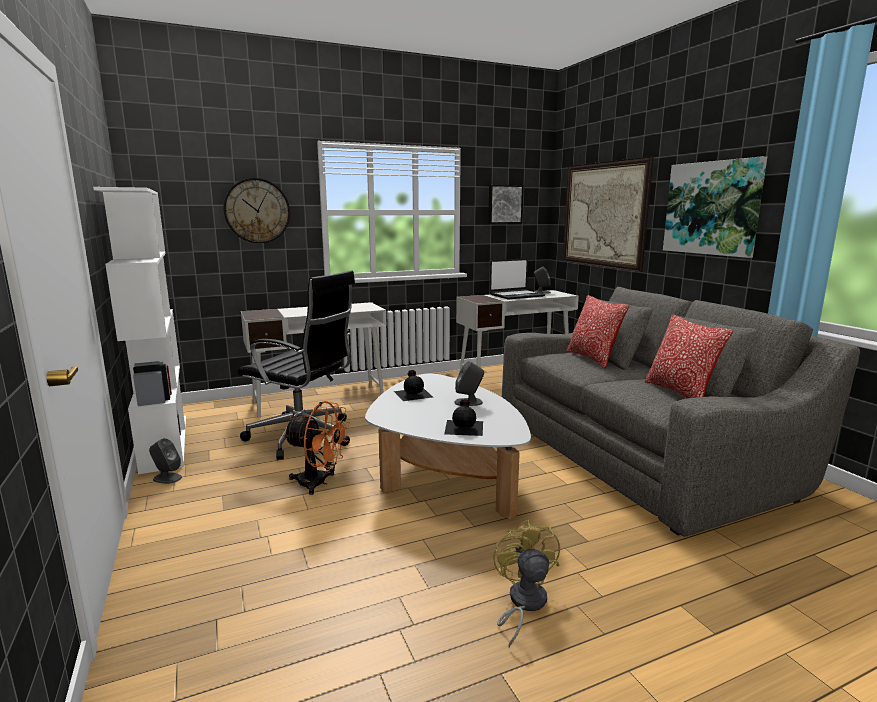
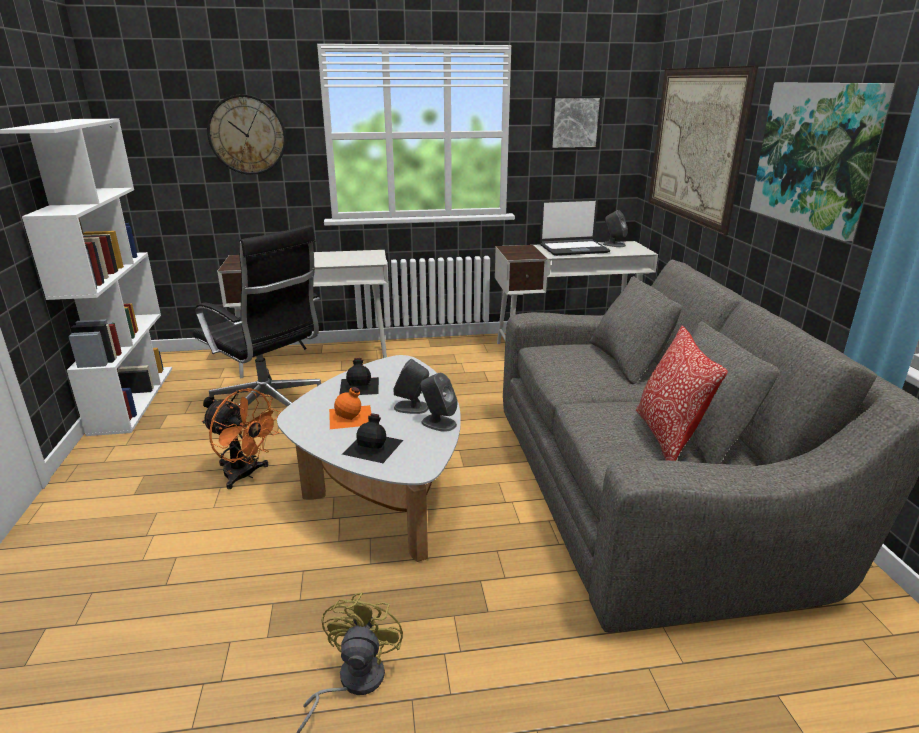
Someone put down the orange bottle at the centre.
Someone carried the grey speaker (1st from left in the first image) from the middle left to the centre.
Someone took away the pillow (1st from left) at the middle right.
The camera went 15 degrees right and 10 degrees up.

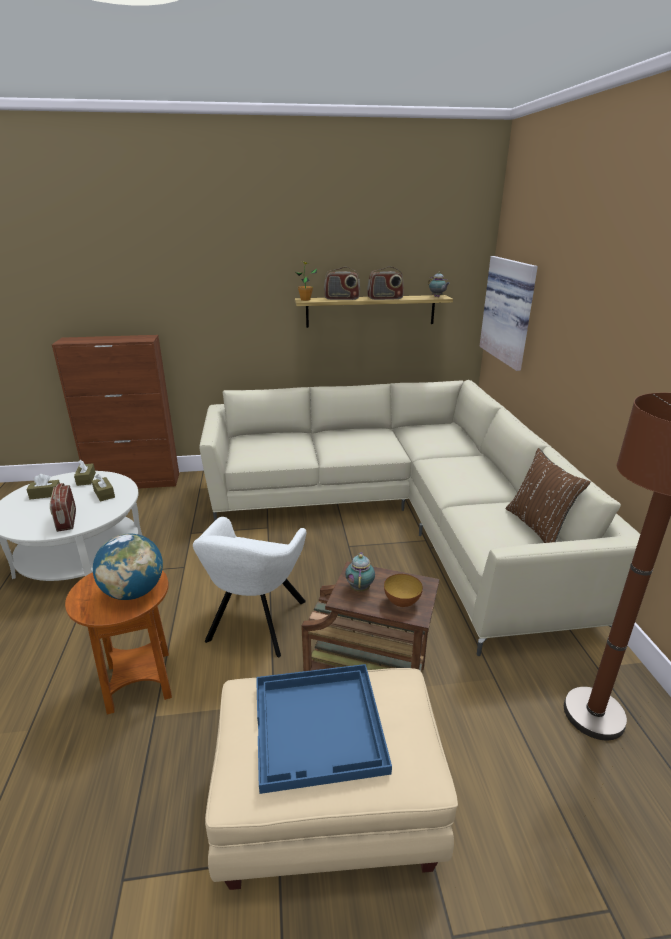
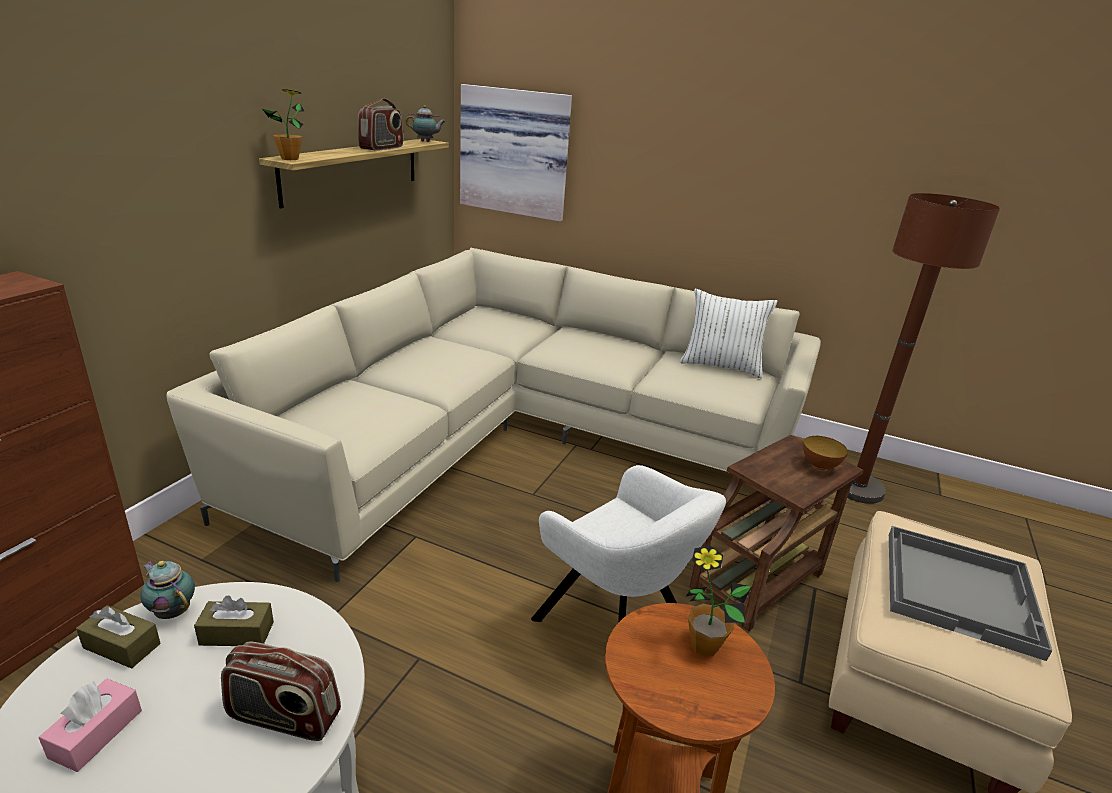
Someone repainted the brown tissue box (1st from left) at the middle left, which became the pink tissue box at the bottom left.
Someone carried the teapot (1st from left) from the centre to the bottom left.
Someone repainted the brown pillow at the middle right, which became the white pillow at the centre.
Someone swapped the globe at the middle left for the potted plant (2nd from left) at the bottom centre.
Someone repainted the blue tray at the bottom centre, which became the grey tray at the bottom right.
Someone took away the radio (2nd from left) at the top centre.
The camera went 60 degrees left and 0 degrees up.

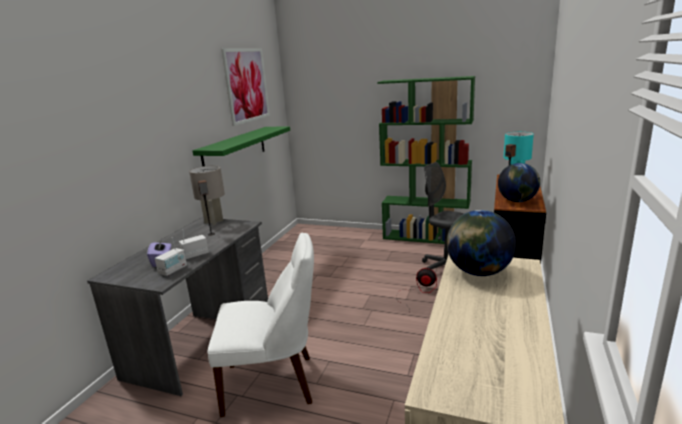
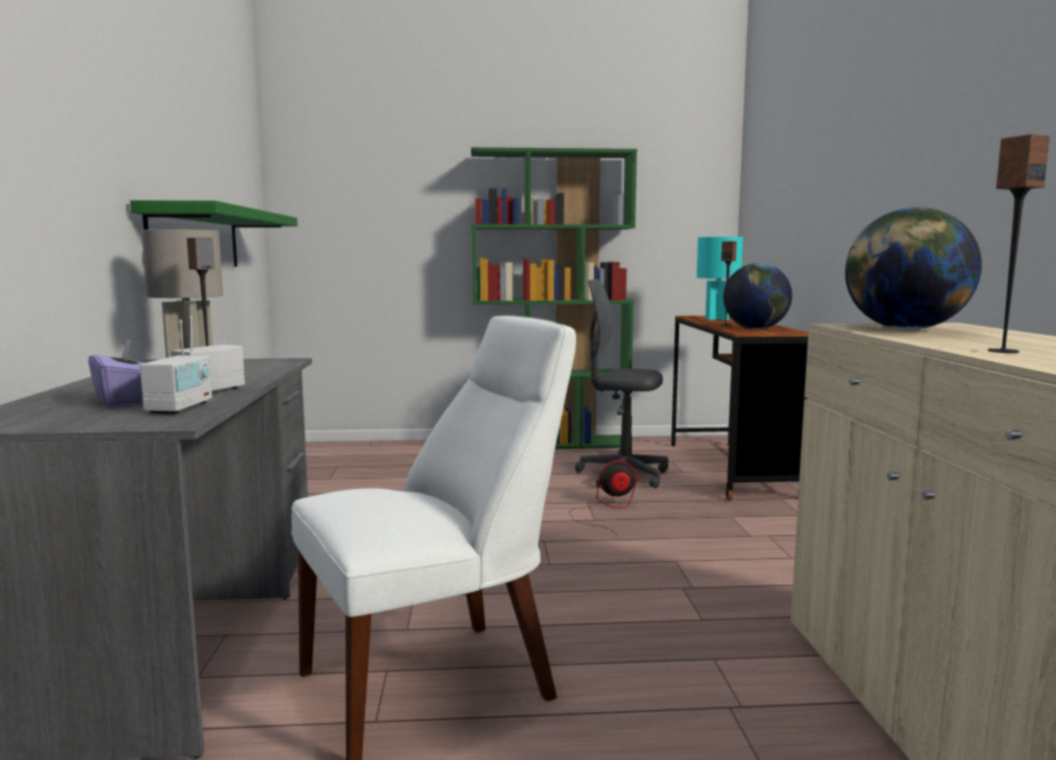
Someone put down the speaker (3rd from left) at the top right.
Someone took away the picture at the top centre.
The camera went 25 degrees left and 10 degrees down.

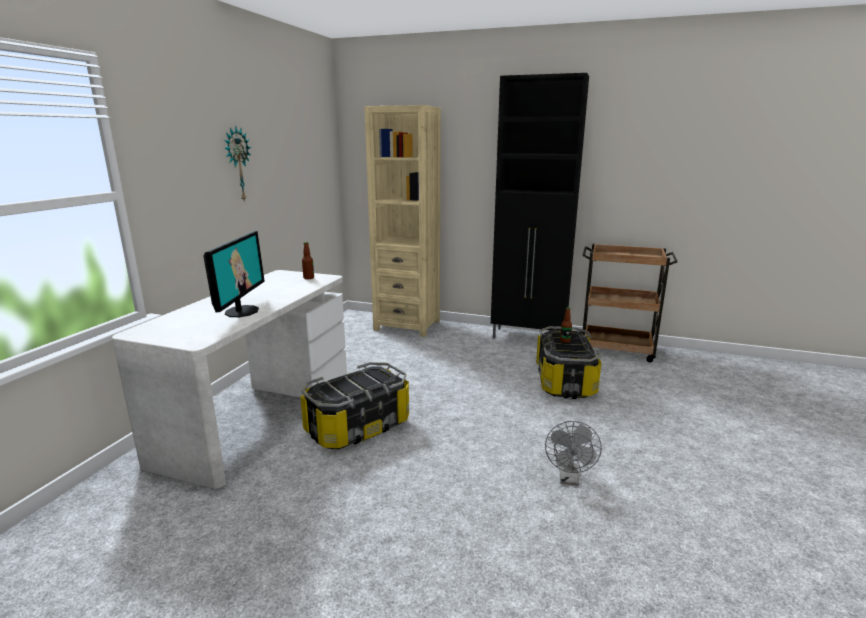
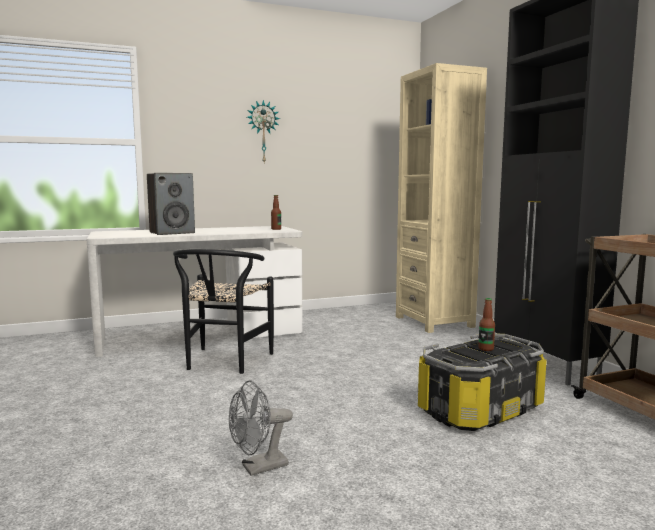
Someone swapped the monitor at the middle left for the speaker at the middle left.
Someone swapped the storage box (1st from left) at the centre for the black chair at the centre.
The camera went 50 degrees right and 10 degrees down.

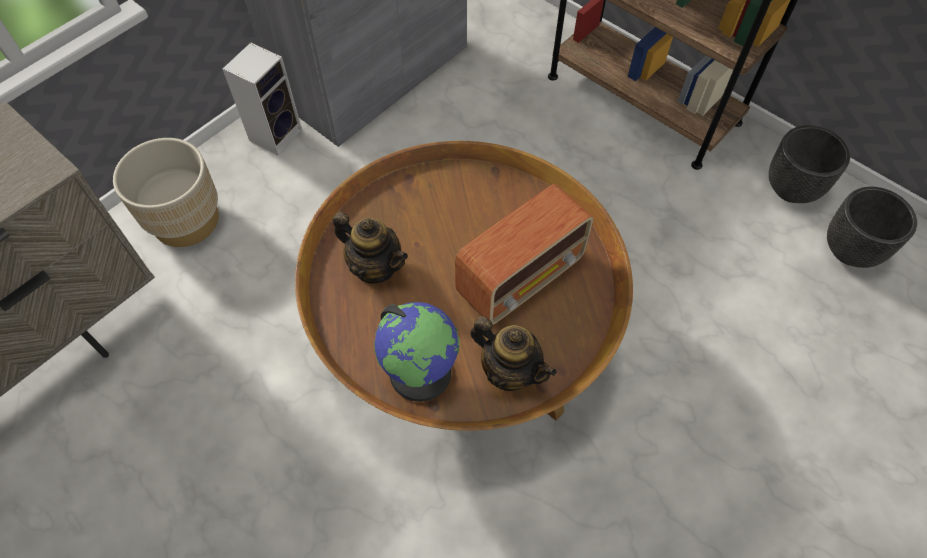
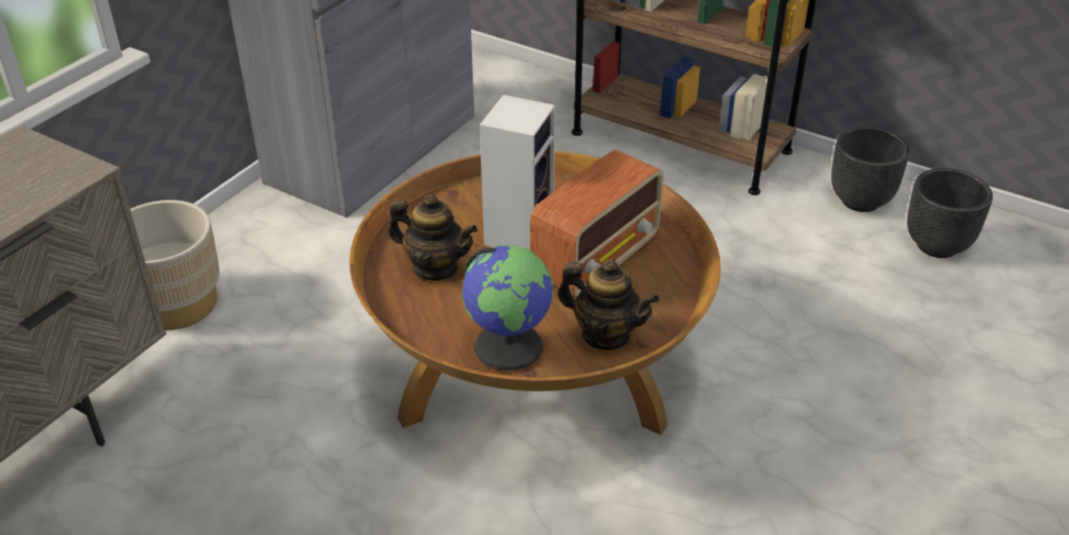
Someone carried the speaker from the top left to the top centre.
The camera went 10 degrees left and 20 degrees down.

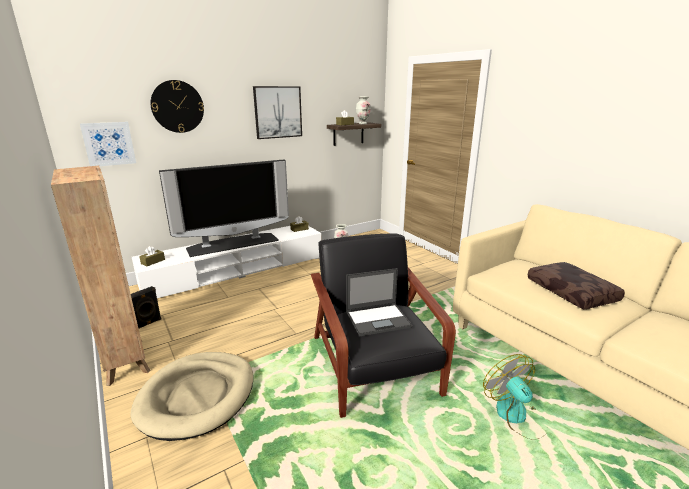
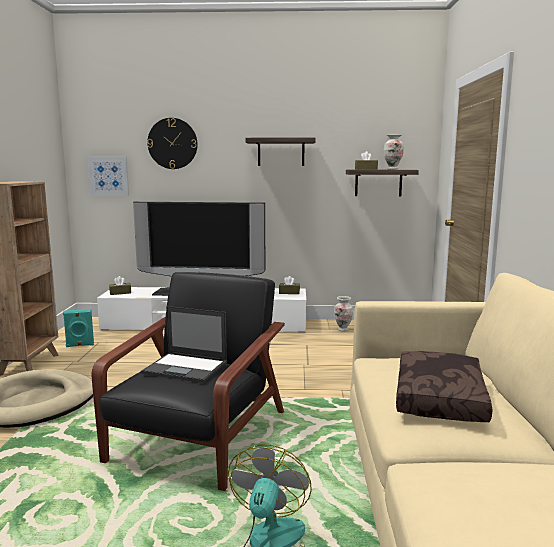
Someone repainted the black speaker at the middle left, which became the turquoise speaker at the middle left.
Someone swapped the picture (2nd from left) at the top centre for the shelf (1st from left) at the top centre.
The camera went 35 degrees right and 10 degrees down.

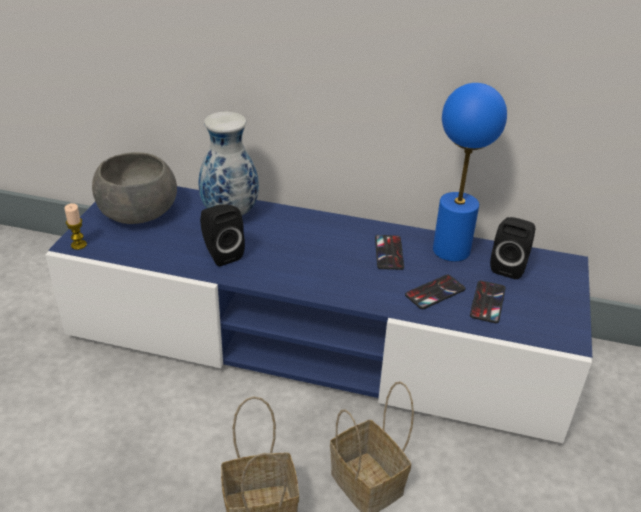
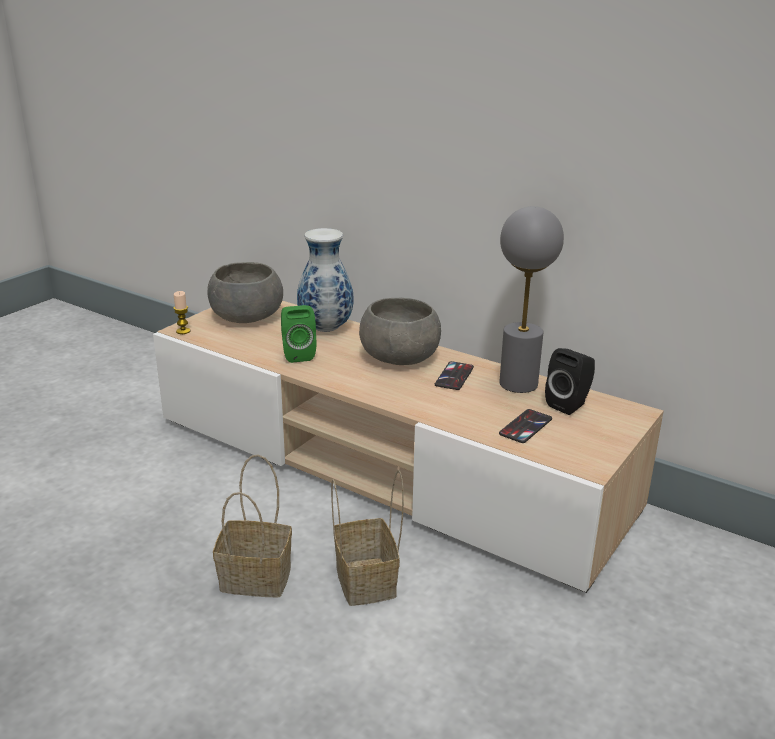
Someone repainted the blue tv stand at the centre, which became the beige tv stand at the centre.
Someone repainted the black speaker (1st from left) at the centre, which became the green speaker at the centre.
Someone put down the grey bowl (2nd from left) at the centre.
Someone repainted the blue table lamp at the middle right, which became the grey table lamp at the middle right.
Someone took away the phone (2nd from left) at the middle right.
The camera went 20 degrees right and 10 degrees down.

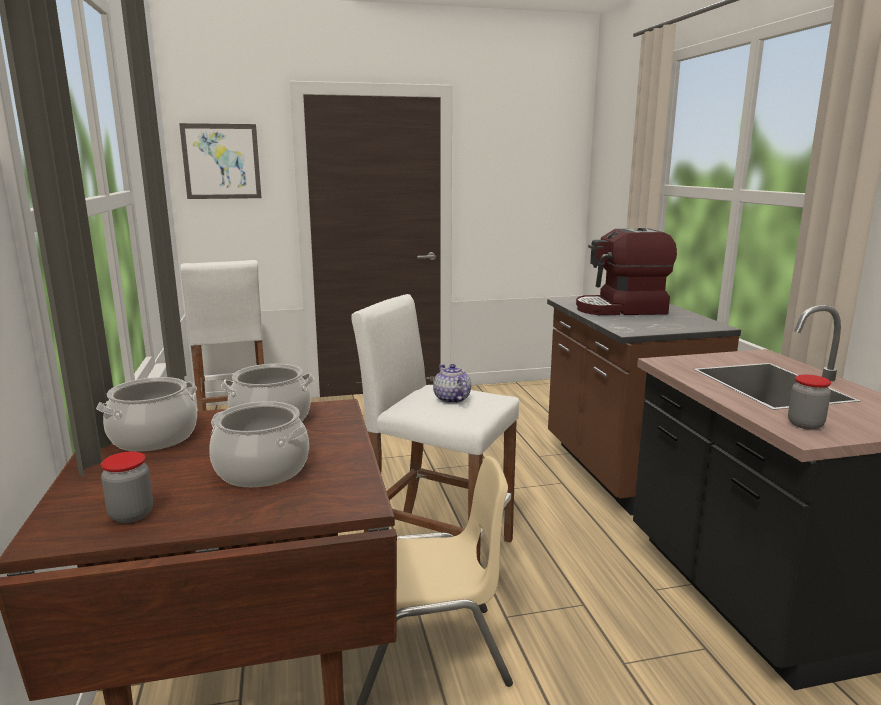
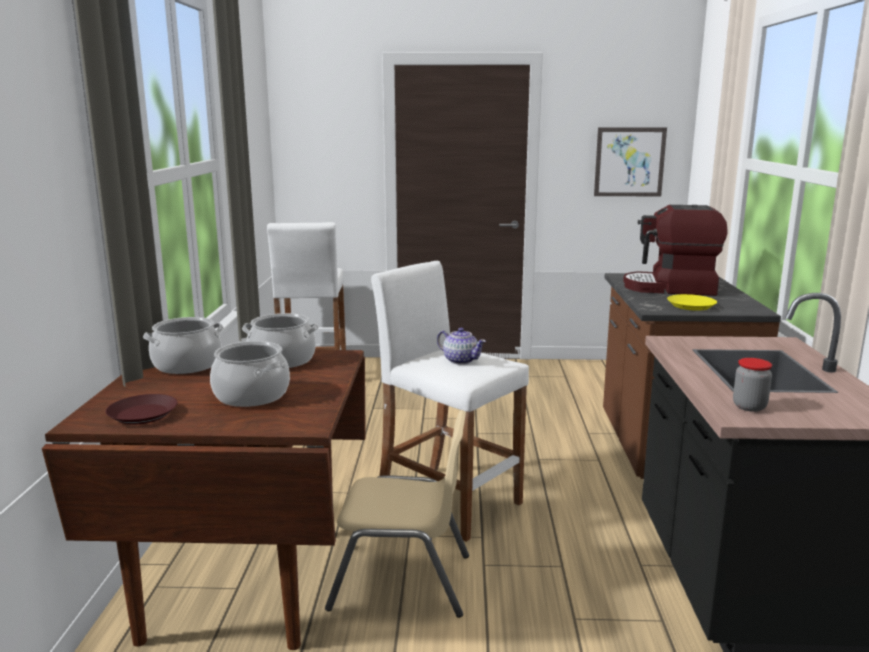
Someone swapped the jar (1st from left) at the bottom left for the brown plate at the middle left.
Someone rotated the teapot at the centre by 135 degrees clockwise.
Someone carried the picture from the top left to the top right.
Someone put down the yellow plate at the middle right.
The camera went 15 degrees right and 0 degrees up.

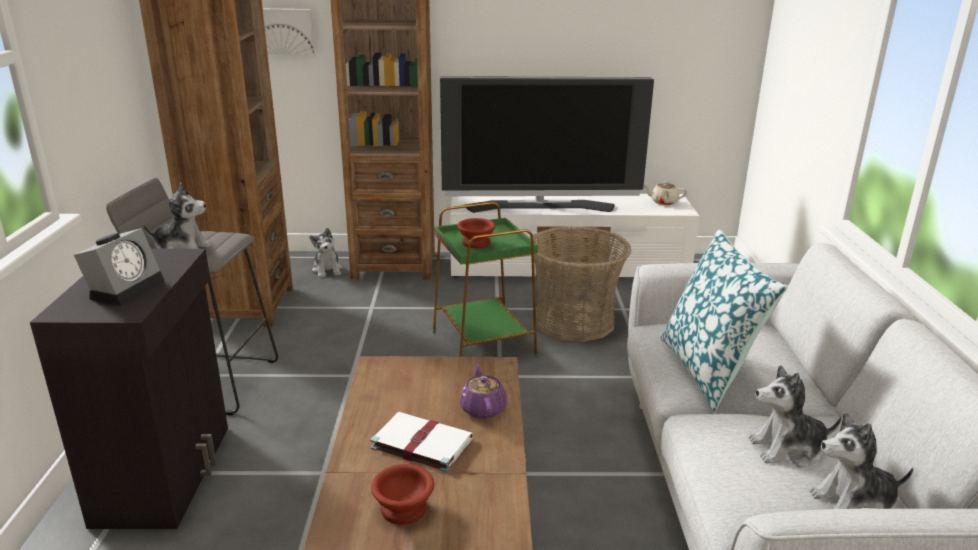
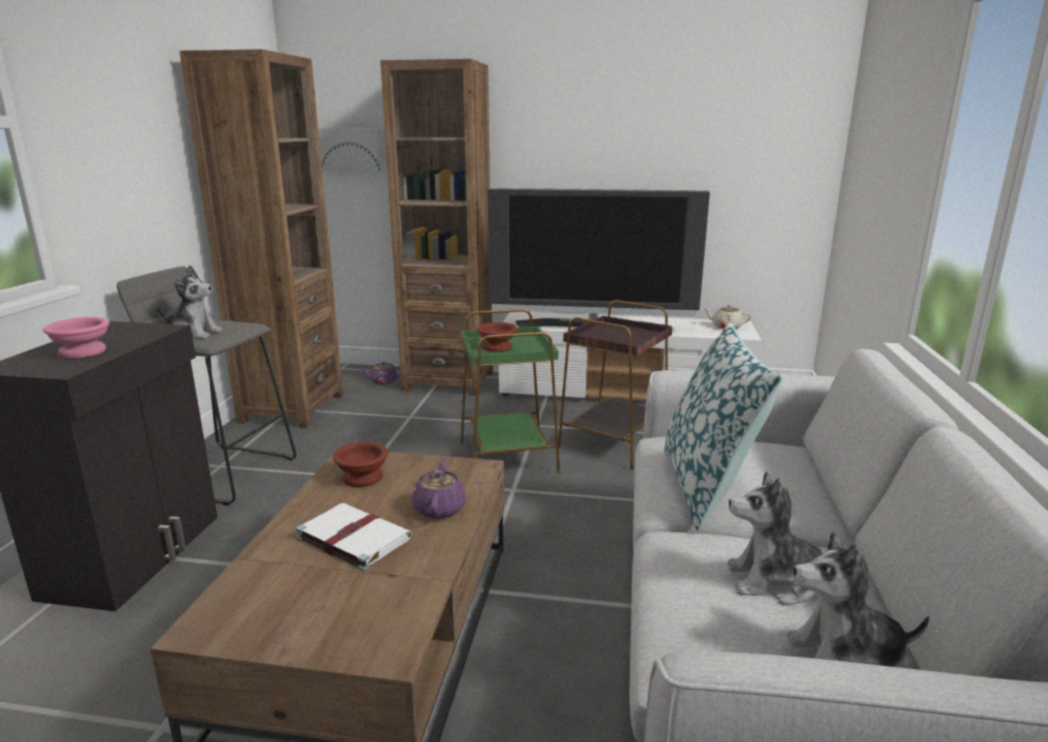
Someone swapped the alarm clock at the middle left for the pink bowl at the middle left.
Someone carried the brown bowl (1st from left) from the bottom centre to the centre.
Someone swapped the plush toy (2nd from left) at the middle left for the purple teapot (1st from left) at the centre.
Someone swapped the basket at the centre for the brown side table at the centre.
The camera went 10 degrees right and 5 degrees down.

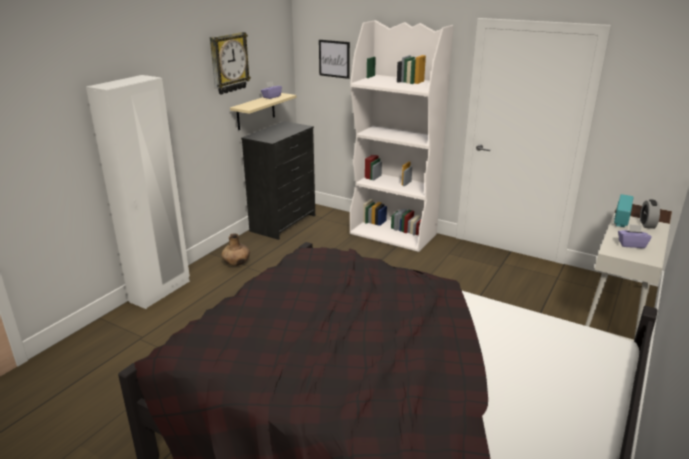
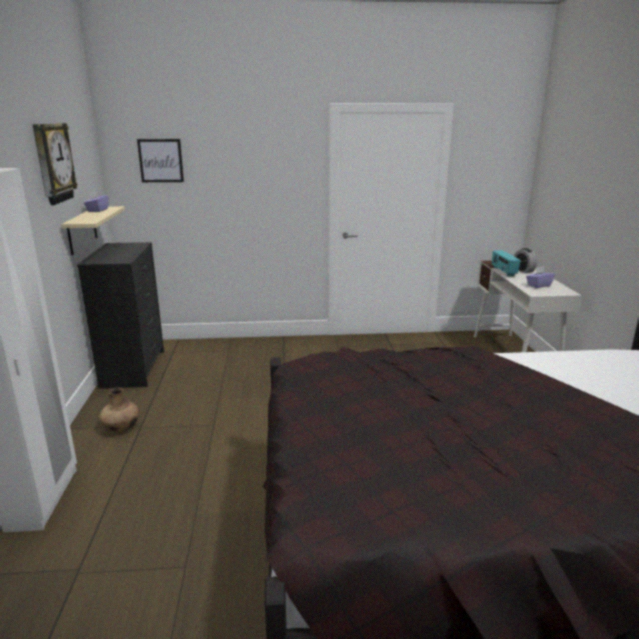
Someone took away the white bookcase at the top centre.
The camera went 35 degrees left and 5 degrees down.

